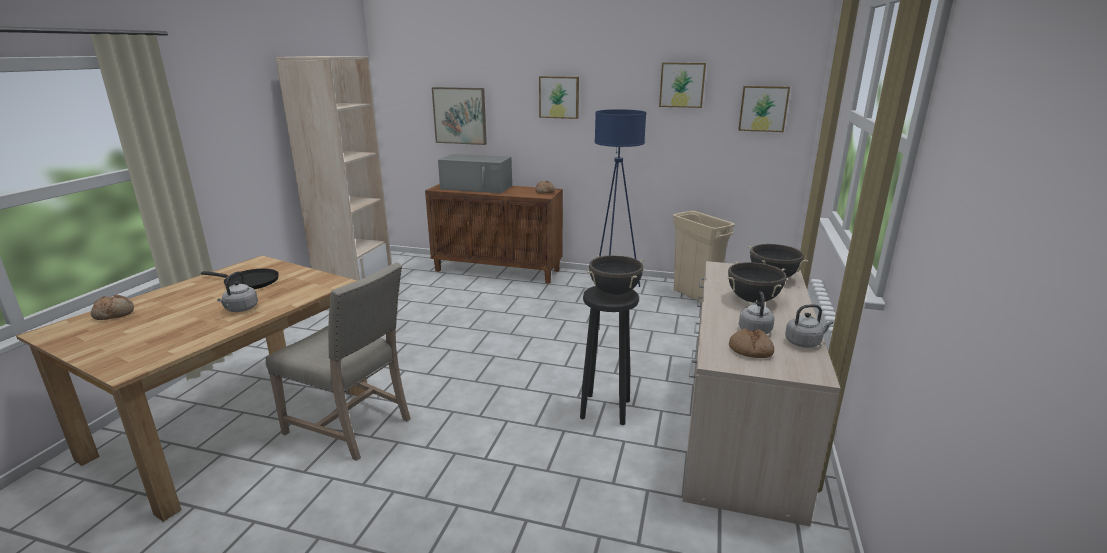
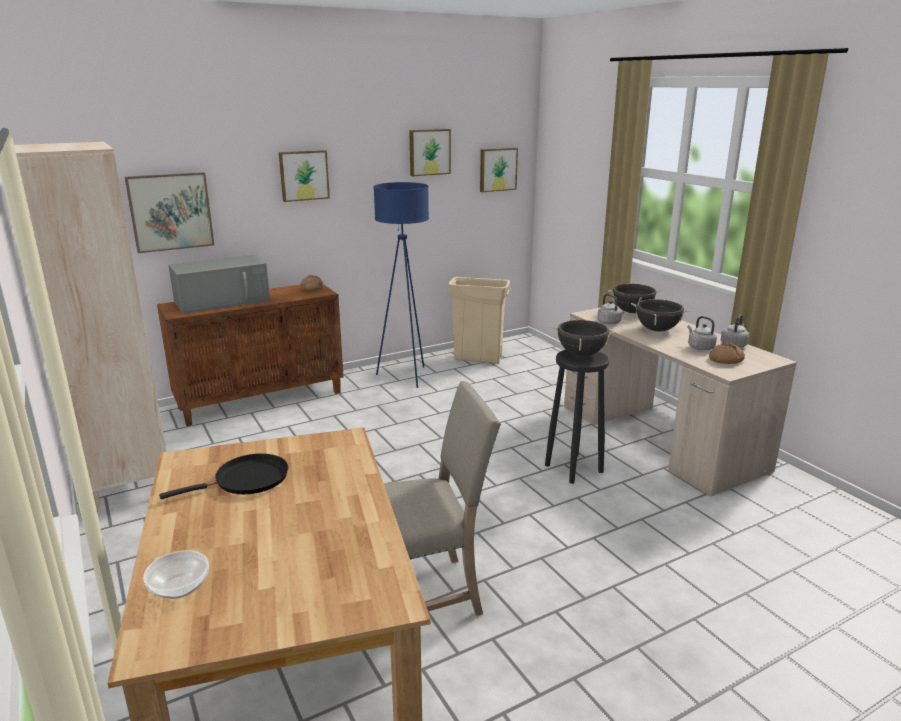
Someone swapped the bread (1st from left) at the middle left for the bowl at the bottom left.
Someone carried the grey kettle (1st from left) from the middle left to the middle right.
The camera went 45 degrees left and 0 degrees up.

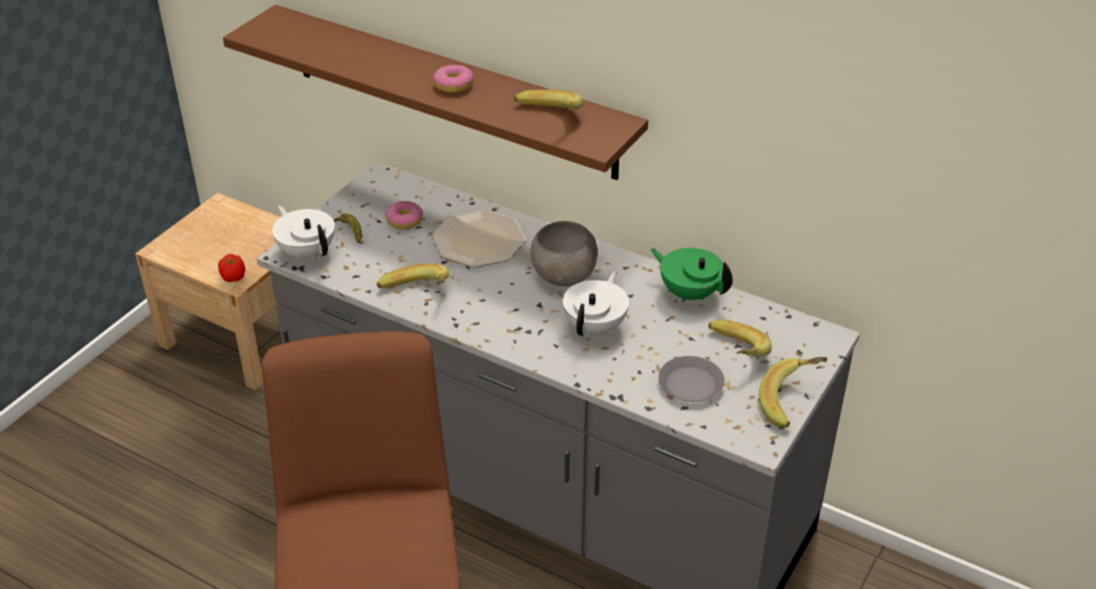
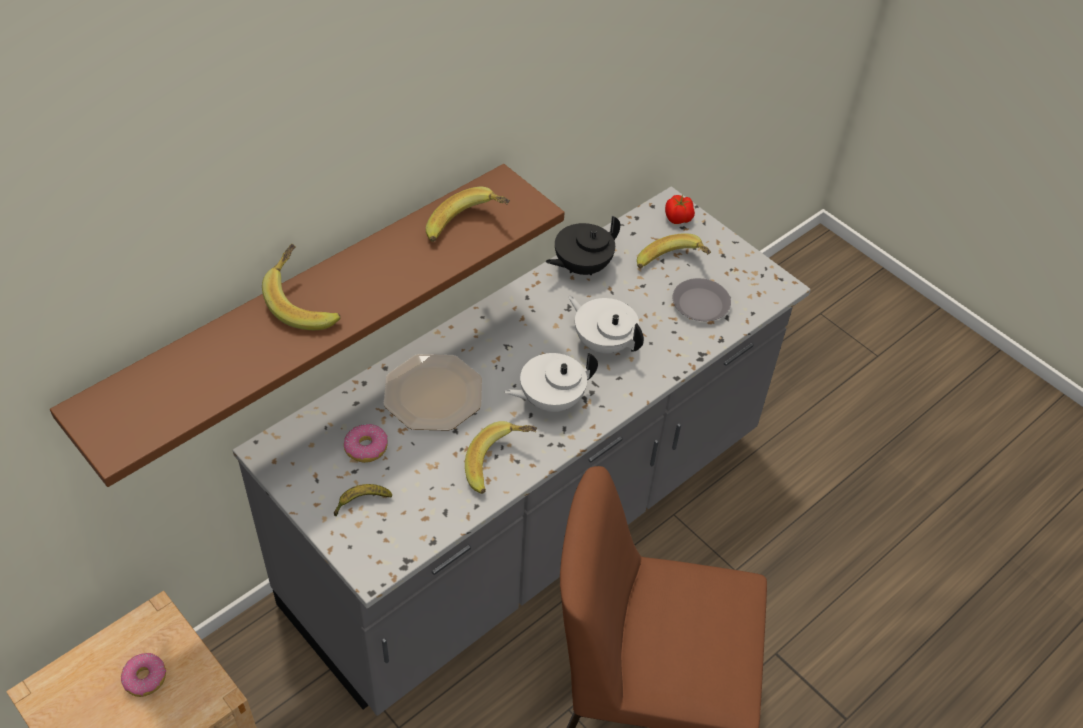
Someone carried the donut (2nd from left in the first image) from the top centre to the bottom left.
Someone carried the banana (5th from left in the first image) from the middle right to the middle left.
Someone carried the white teapot (1st from left) from the middle left to the centre.
Someone repainted the green teapot at the centre, which became the black teapot at the centre.
Someone carried the tomato from the middle left to the top centre.
Someone took away the grey bowl at the centre.
The camera went 75 degrees left and 10 degrees up.

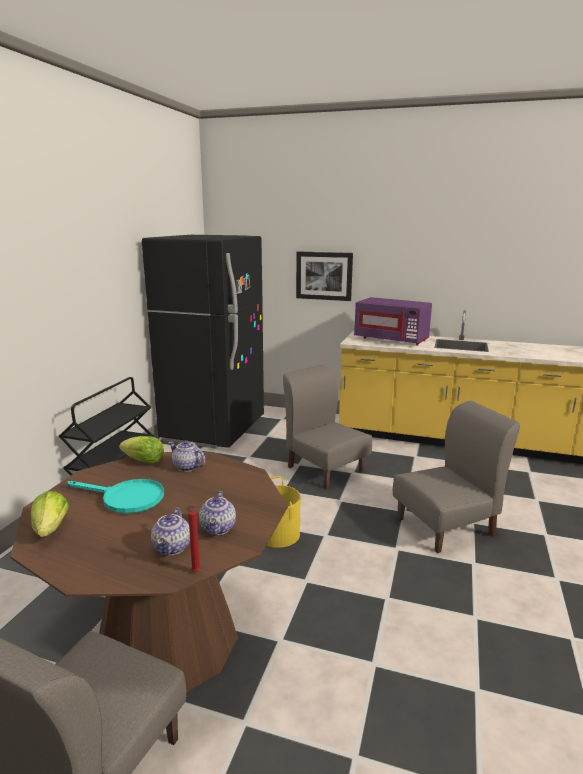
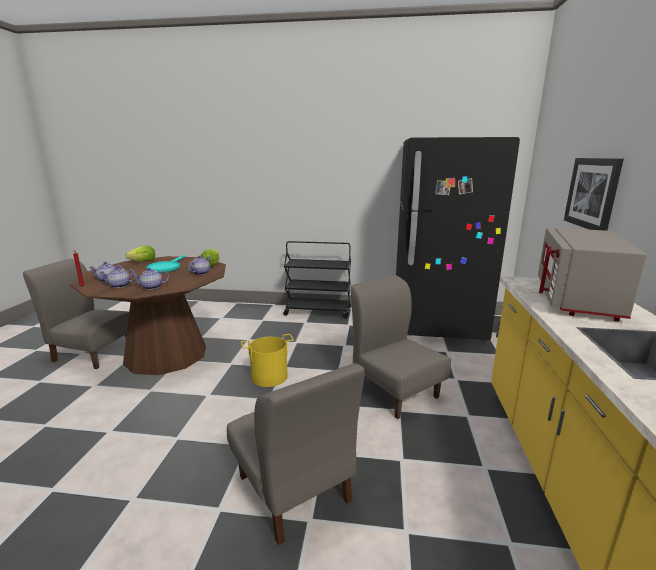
Someone put down the teapot (3rd from left) at the middle left.
Someone rotated the grey chair (2nd from left in the first image) at the centre by 75 degrees counterclockwise.
Someone repainted the purple microwave at the middle right, which became the grey microwave at the middle right.
The camera went 80 degrees right and 0 degrees up.

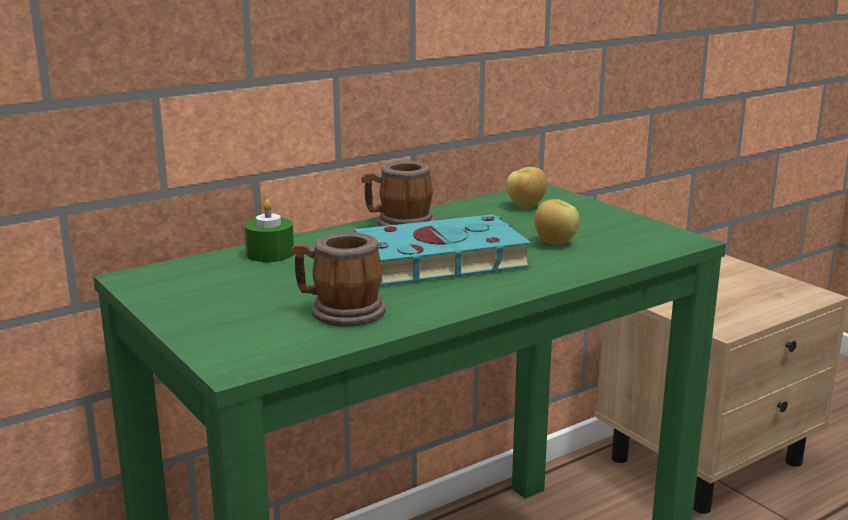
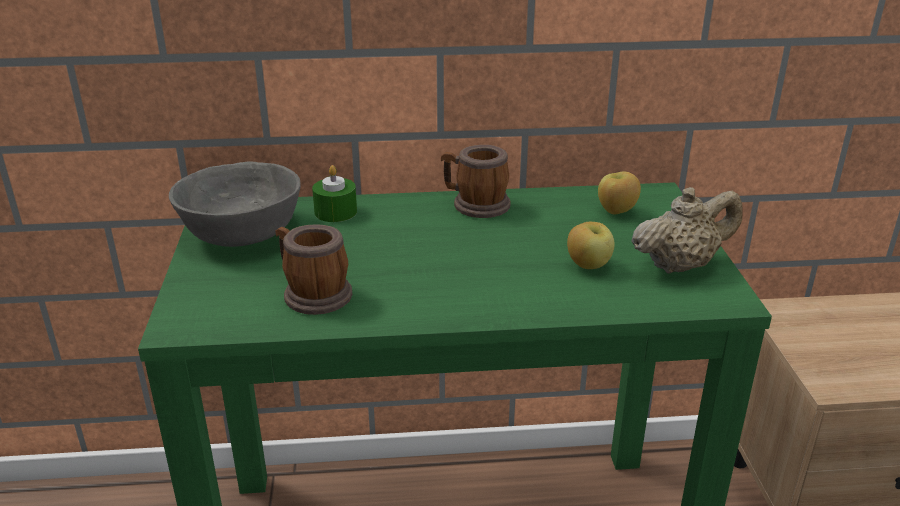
Someone put down the grey bowl at the middle left.
Someone put down the beige teapot at the middle right.
Someone took away the turquoise book at the centre.
The camera went 30 degrees right and 10 degrees up.

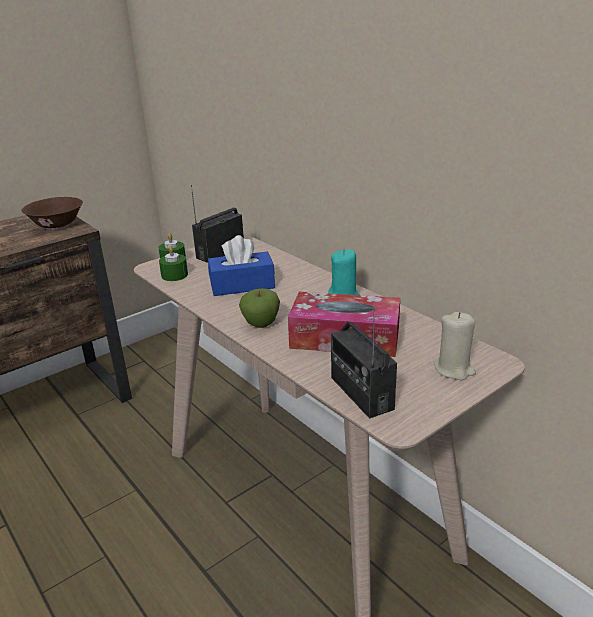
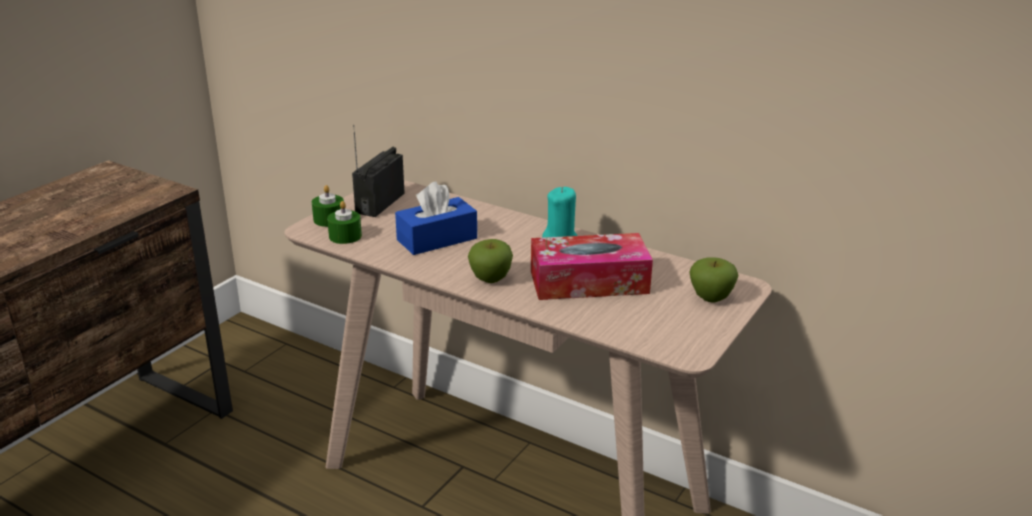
Someone swapped the beige candle at the middle right for the apple (2nd from left) at the middle right.
Someone took away the brown bowl at the middle left.
Someone took away the radio (2nd from left) at the centre.
The camera went 20 degrees left and 0 degrees up.

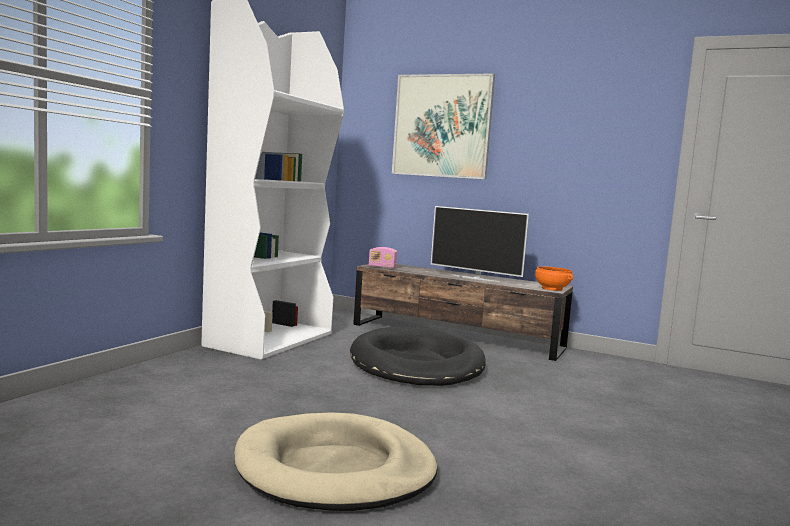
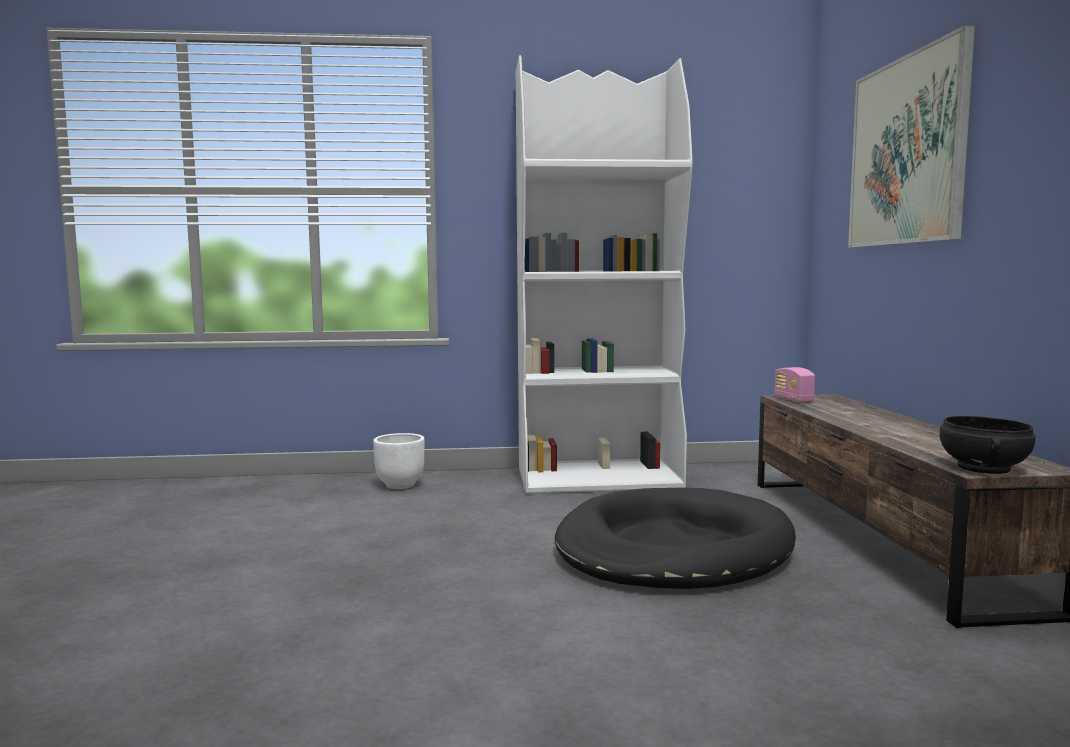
Someone put down the white planter at the centre.
Someone repainted the orange bowl at the middle right, which became the black bowl at the middle right.
Someone took away the beige dog bed at the bottom centre.
Someone took away the television at the centre.
The camera went 60 degrees right and 0 degrees up.

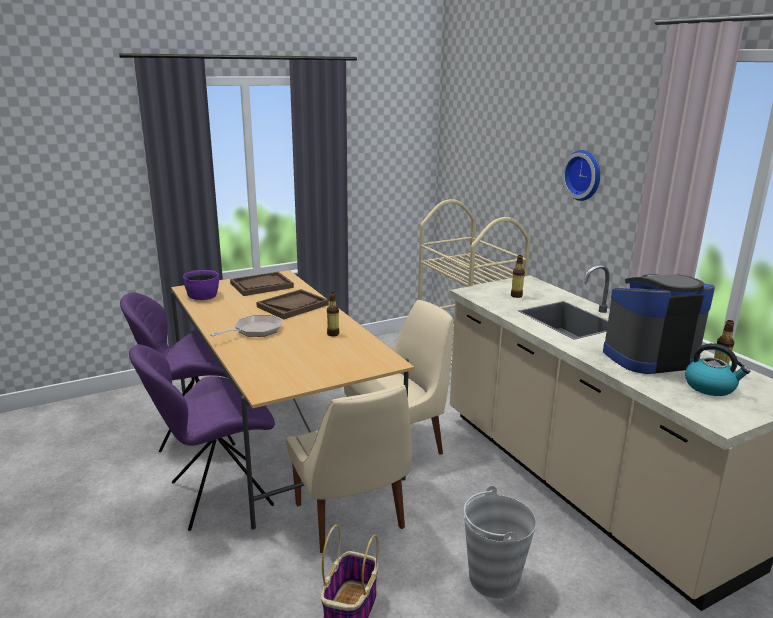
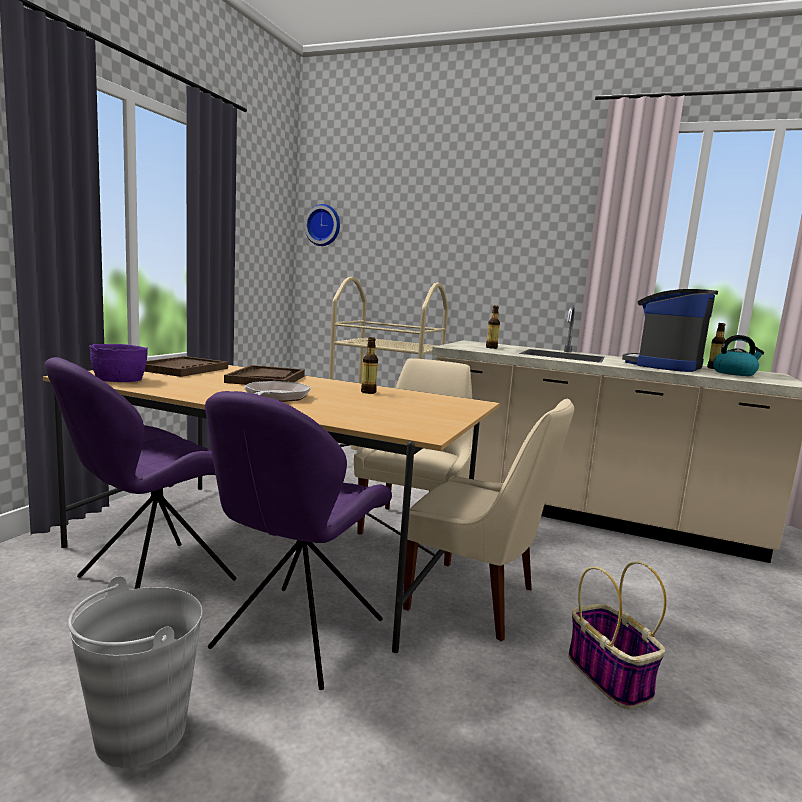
Someone carried the grey bucket from the bottom centre to the bottom left.
Someone carried the wall clock from the top right to the top centre.
The camera went 40 degrees left and 10 degrees down.

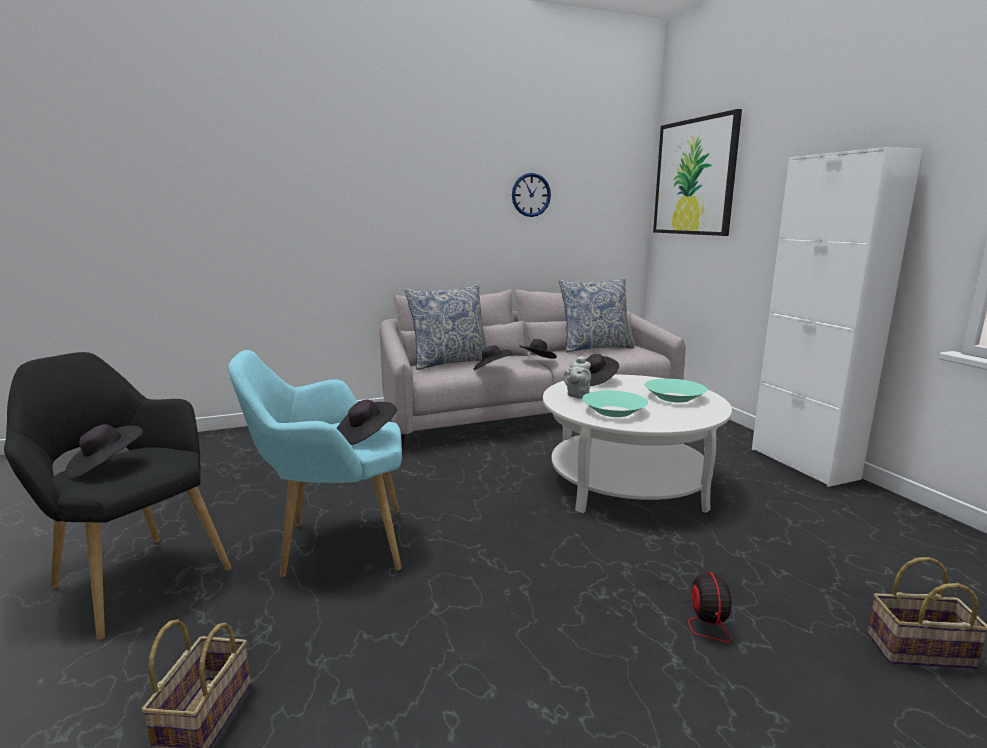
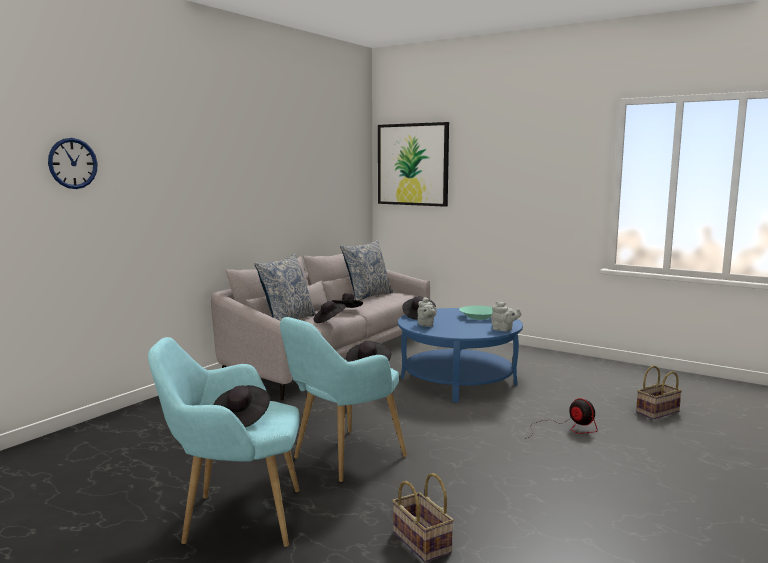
Someone carried the wall clock from the top centre to the top left.
Someone repainted the black armchair at the middle left, which became the turquoise armchair (1st from left) at the bottom left.
Someone repainted the white coffee table at the centre, which became the blue coffee table at the centre.
Someone put down the grey teapot (2nd from left) at the centre.
Someone took away the turquoise bowl (1st from left) at the centre.
Someone took away the white cabinet at the middle right.
The camera went 35 degrees left and 5 degrees down.

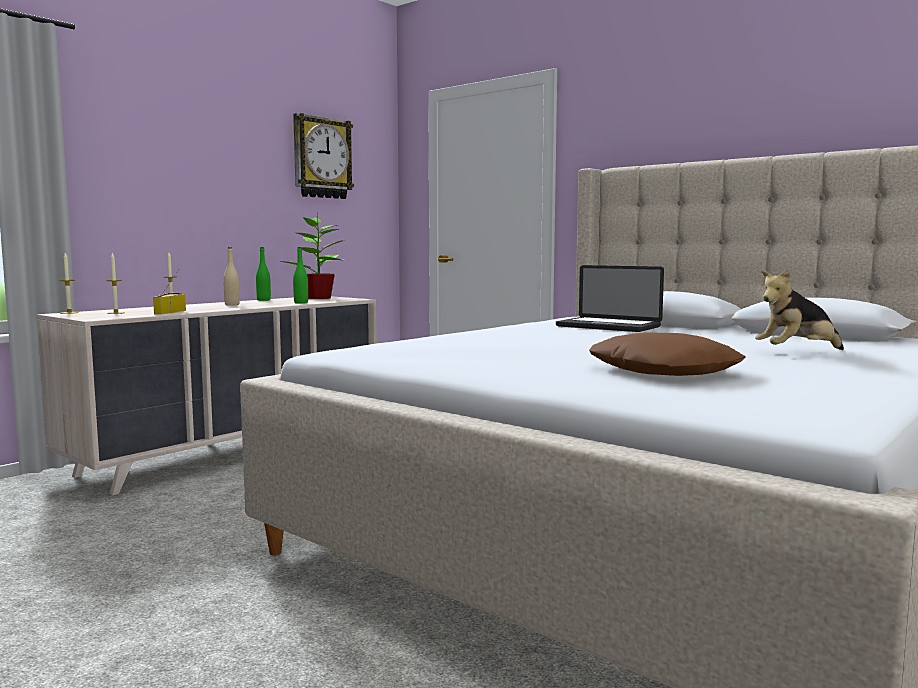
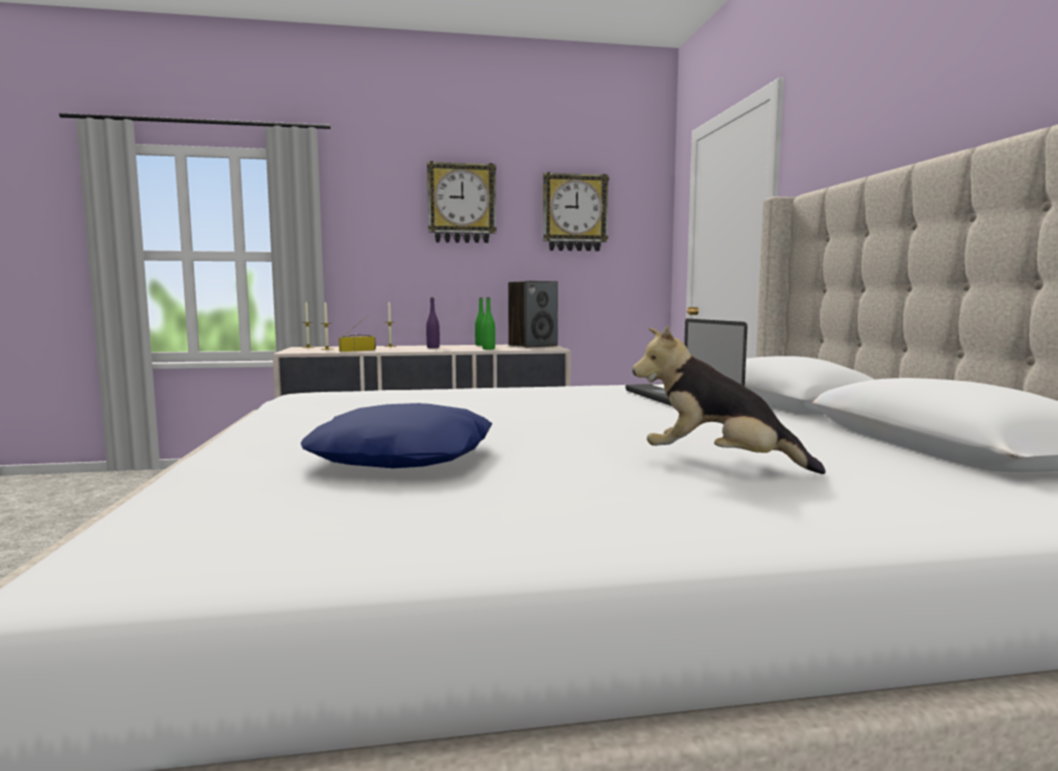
Someone repainted the brown pillow at the middle right, which became the blue pillow at the centre.
Someone repainted the beige bottle at the middle left, which became the purple bottle at the centre.
Someone put up the wall clock (1st from left) at the top centre.
Someone swapped the potted plant at the centre for the speaker at the centre.
The camera went 40 degrees right and 0 degrees up.

